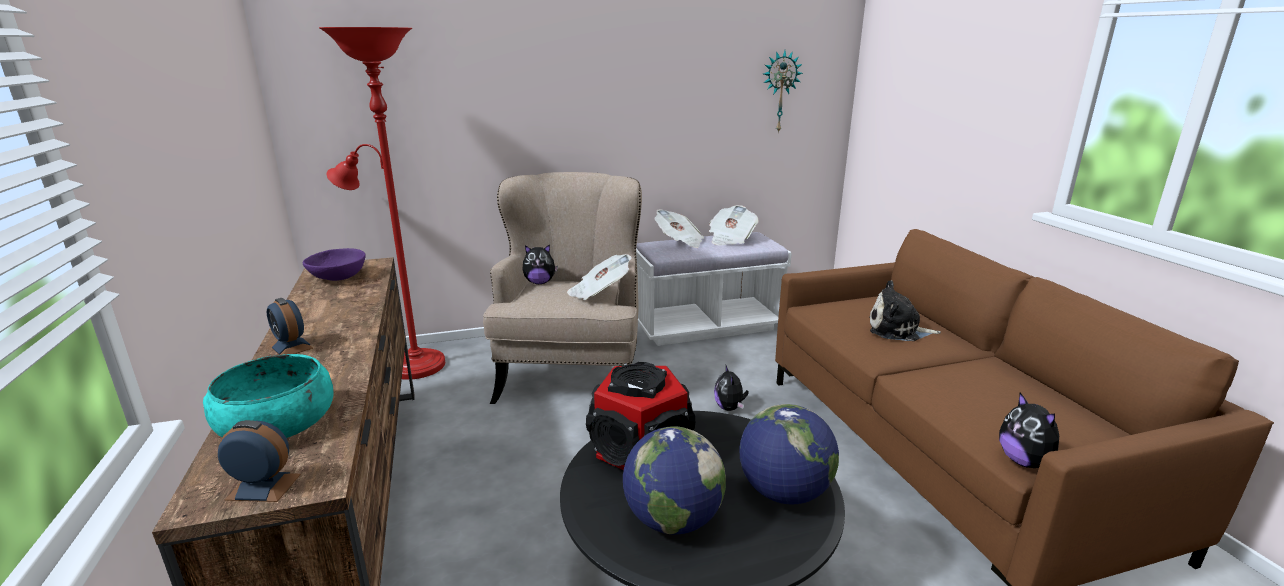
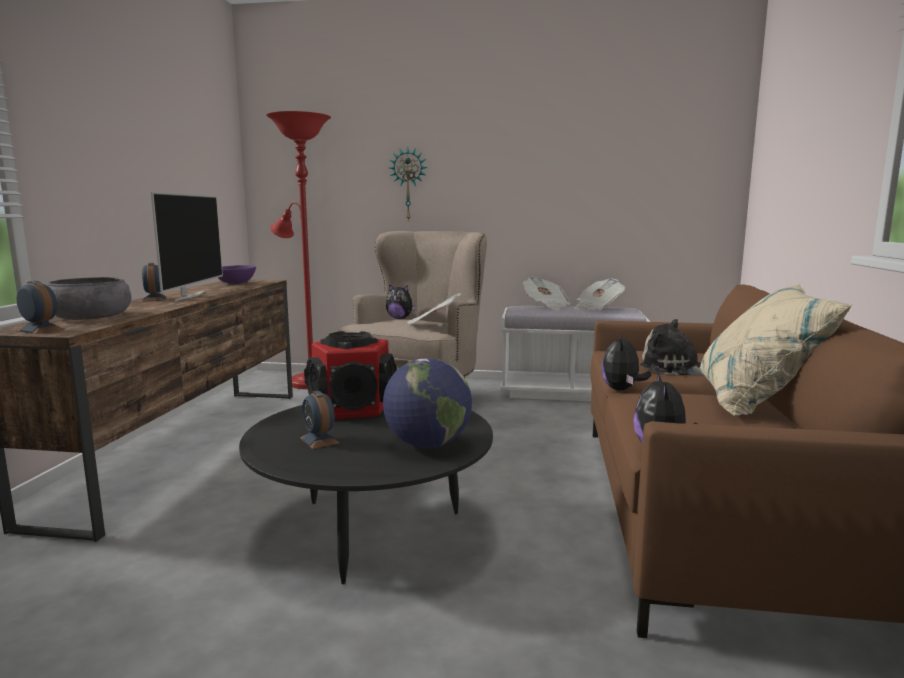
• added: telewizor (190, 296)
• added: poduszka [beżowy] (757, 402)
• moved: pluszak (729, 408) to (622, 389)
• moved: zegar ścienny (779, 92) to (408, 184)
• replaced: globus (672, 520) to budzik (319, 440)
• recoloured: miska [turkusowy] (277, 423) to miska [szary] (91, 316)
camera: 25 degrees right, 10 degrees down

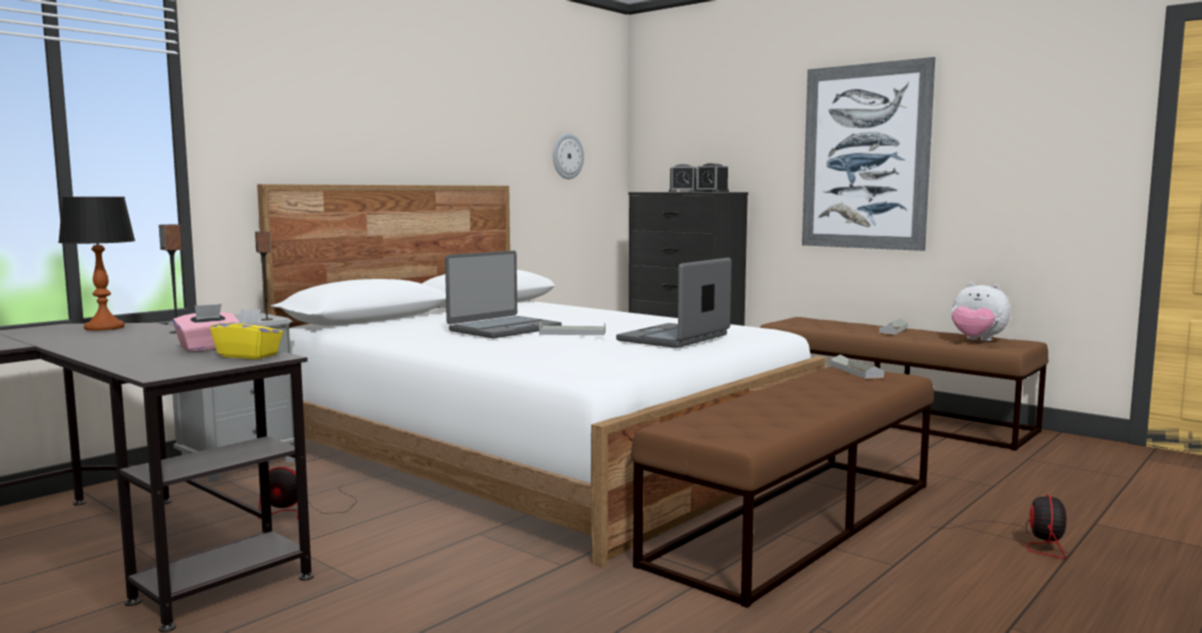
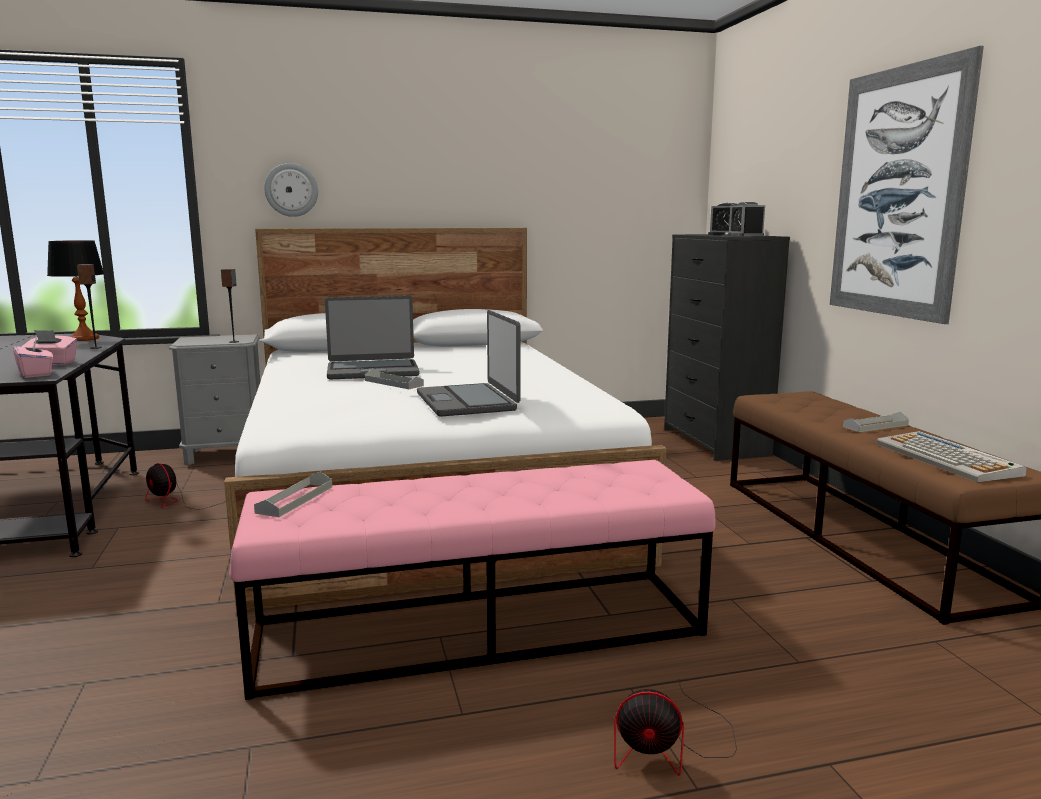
• moved: zegar ścienny (567, 156) to (291, 190)
• moved: taca [szary] (856, 371) to (295, 499)
• replaced: pluszak (977, 340) to klawiatura (948, 459)
• recoloured: pudełko chusteczek [żółty] (249, 355) to pudełko chusteczek [różowy] (36, 374)
• recoloured: ławka [brązowy] (797, 521) to ławka [różowy] (480, 629)
• turned: laptop (675, 338) = (468, 401) 90 degrees counterclockwise
• turned: wentylator (1023, 541) = (670, 747) 45 degrees clockwise
camera: 35 degrees right, 5 degrees up

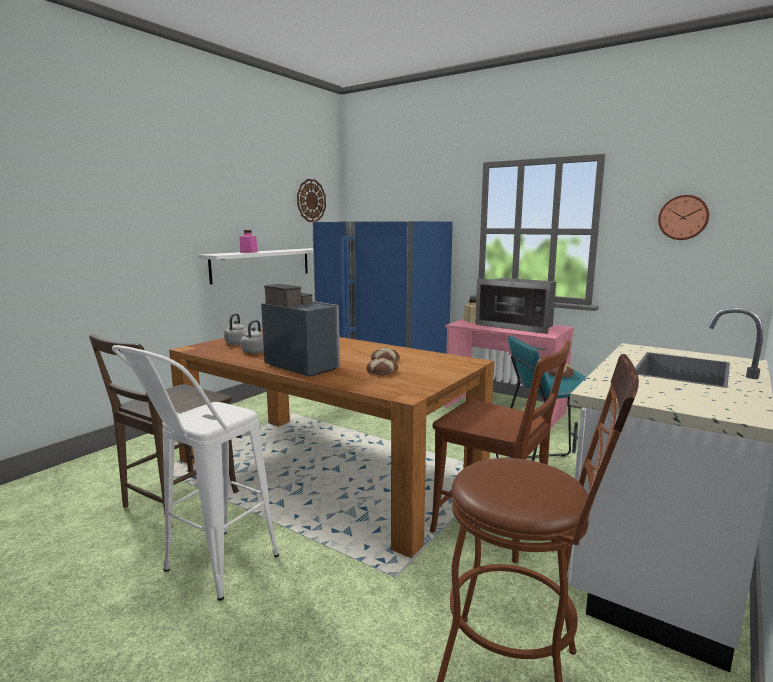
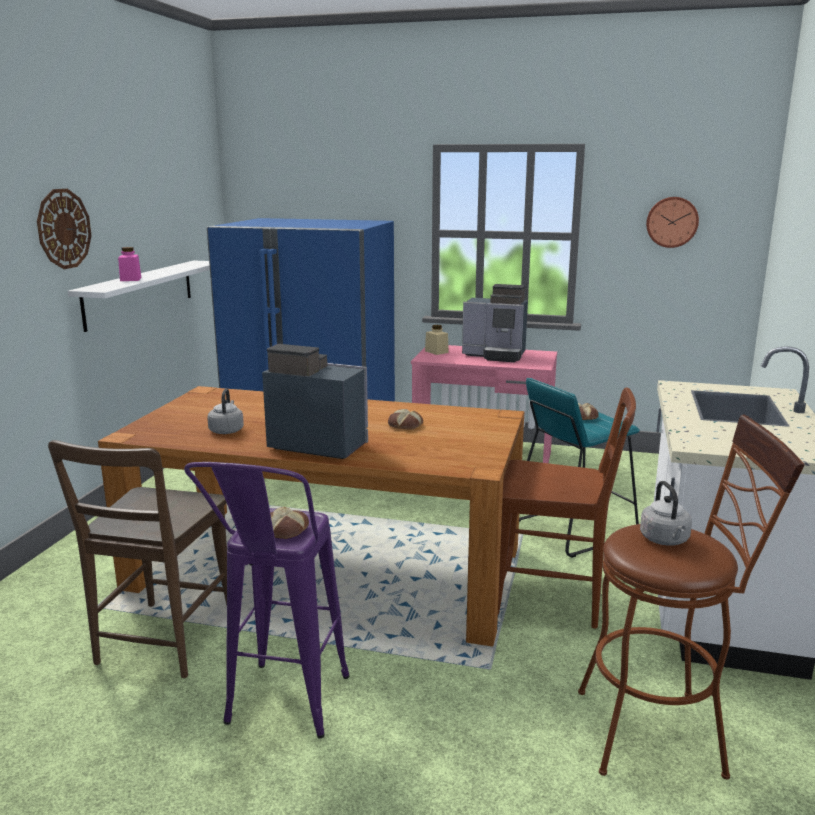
• moved: czajnik [szary] (236, 344) to (665, 540)
• moved: zegar ścienny (311, 200) to (63, 229)
• moved: chleb (382, 372) to (285, 530)
• replaced: mikrofalówka (517, 326) to ekspres do kawy (496, 355)
• recoloured: stołek [biały] (209, 572) to stołek [fioletowy] (282, 713)
camera: 20 degrees left, 5 degrees up

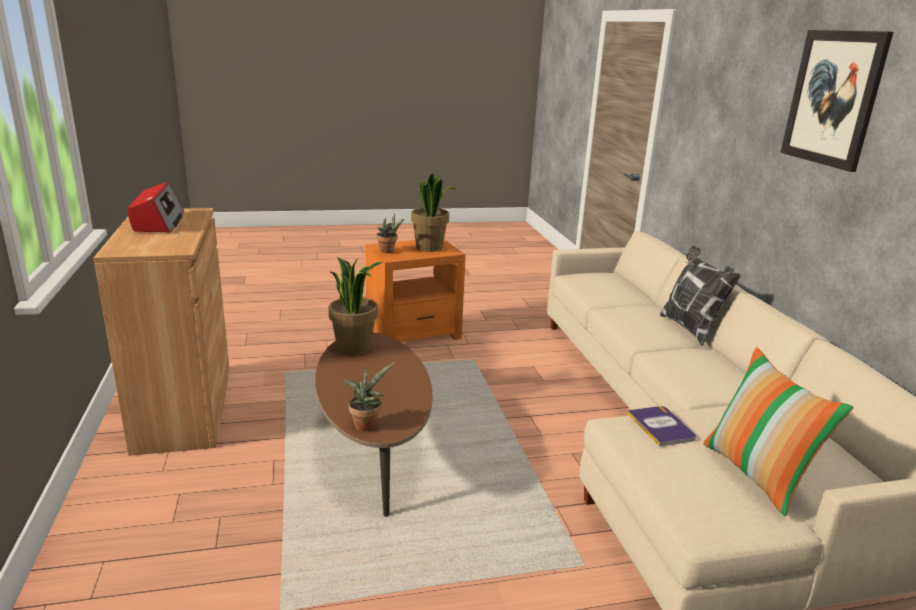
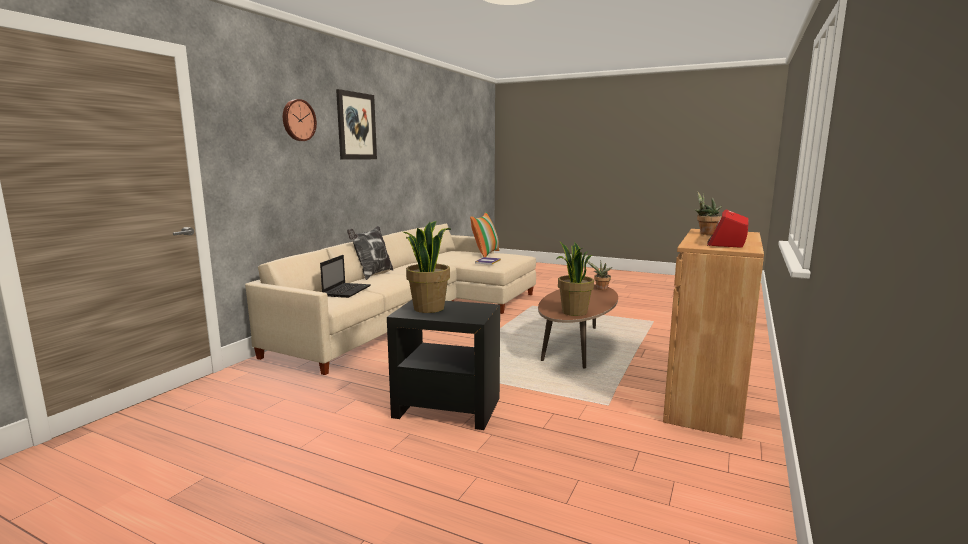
• added: zegar ścienny (298, 120)
• added: laptop (347, 291)
• moved: roślina doniczkowa (389, 251) to (705, 233)
• recoloured: stolik [pomarańczowy] (414, 333) to stolik [czarny] (446, 407)
camera: 140 degrees left, 10 degrees down

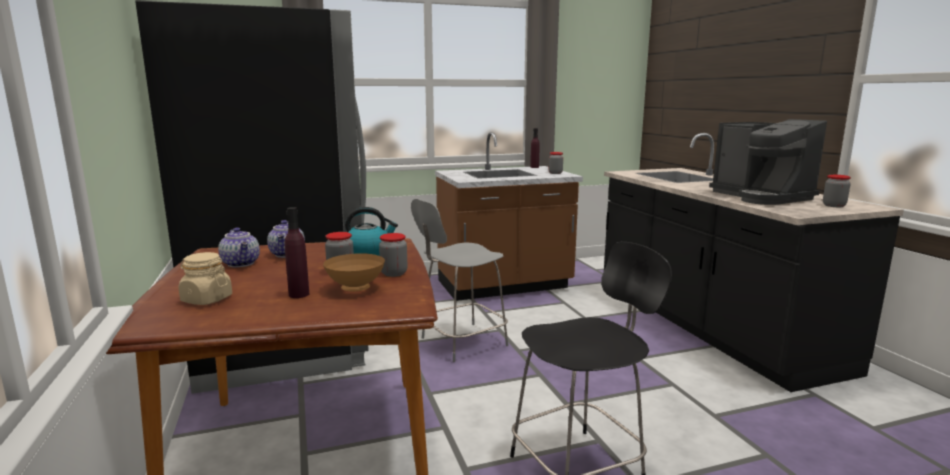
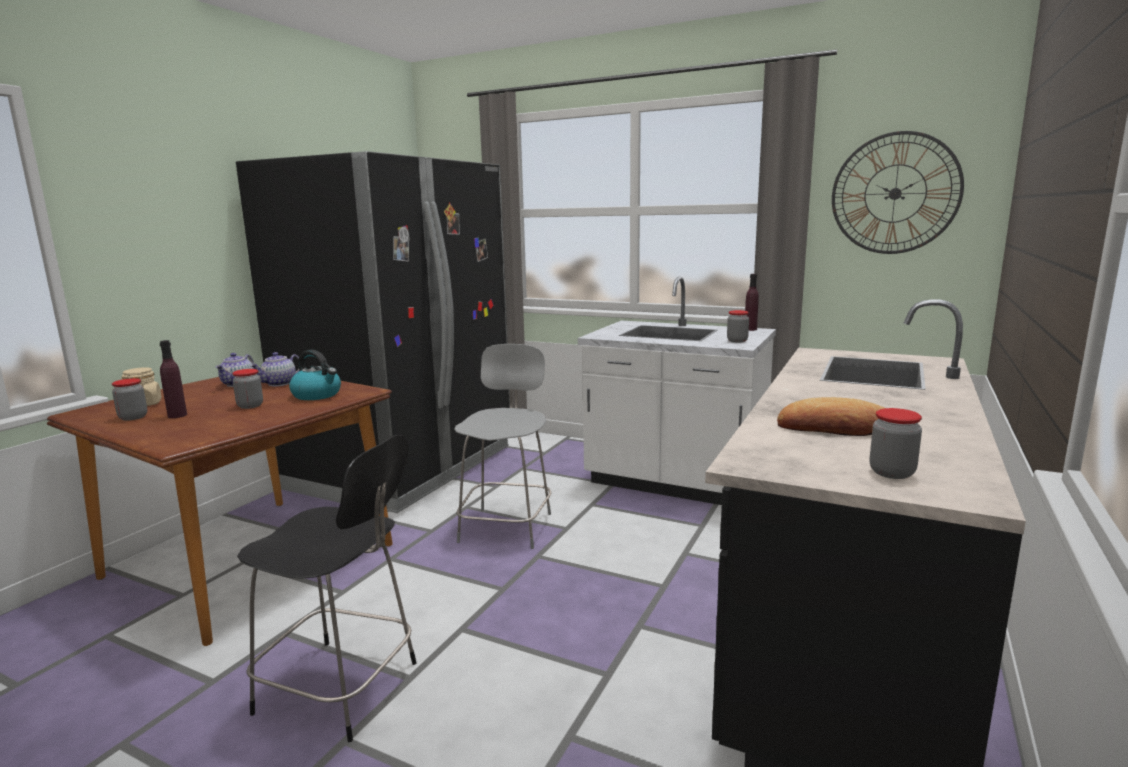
• removed: miska [brązowy] (357, 289)
• added: zegar ścienny (895, 193)
• moved: słoik (394, 273) to (133, 417)
• replaced: ekspres do kawy (761, 197) to chleb (834, 428)
• recoloured: zabudowa kuchenna [brązowy] (504, 286) to zabudowa kuchenna [biały] (675, 483)
• turned: krzesło [szary] (461, 342) = (507, 525) 90 degrees clockwise
camera: 45 degrees right, 0 degrees up

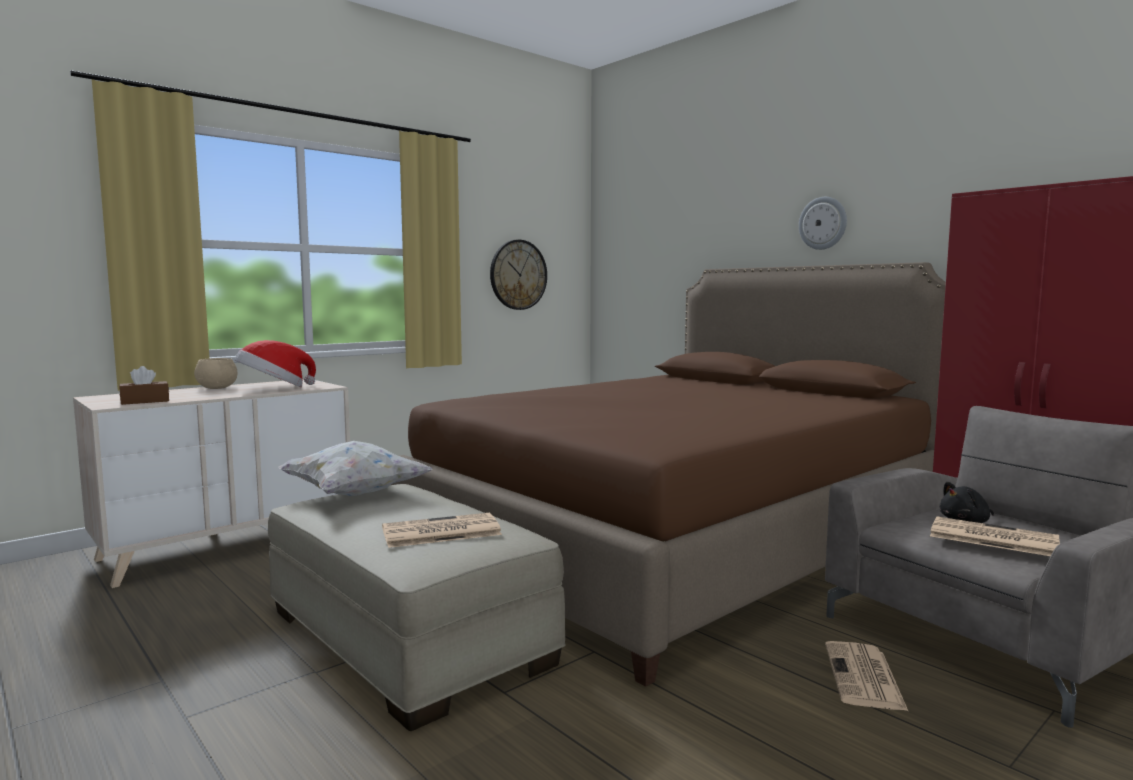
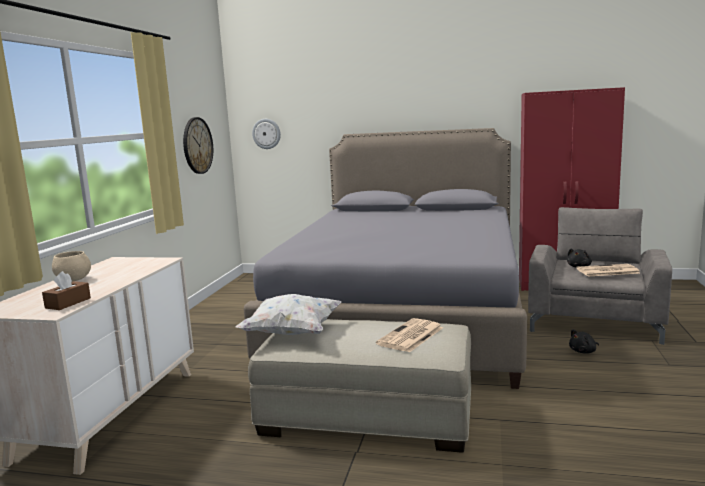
• removed: kapelusz (274, 388)
• moved: zegar ścienny (823, 223) to (266, 133)
• replaced: gazeta (864, 677) to pluszak [czarny] (583, 351)
• recoloured: łóżko [brązowy] (676, 541) to łóżko [szary] (405, 316)
camera: 35 degrees left, 5 degrees up

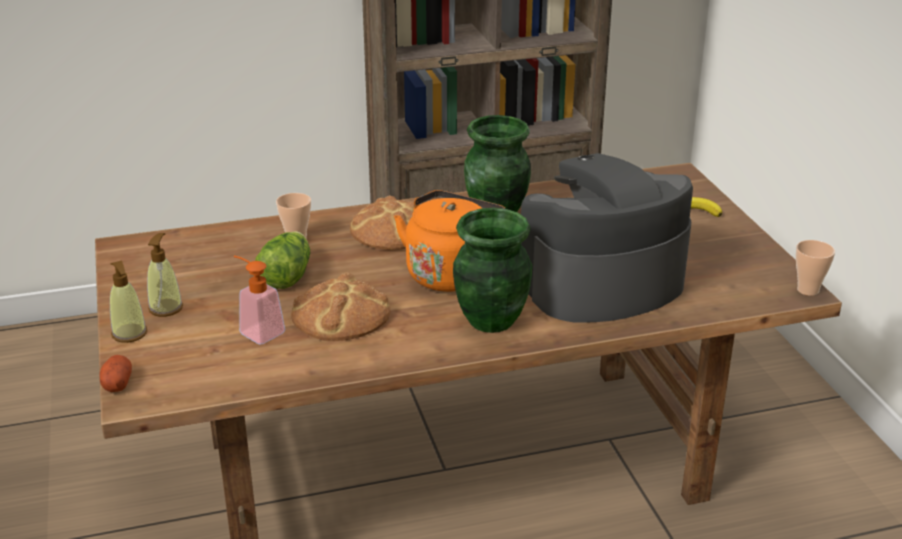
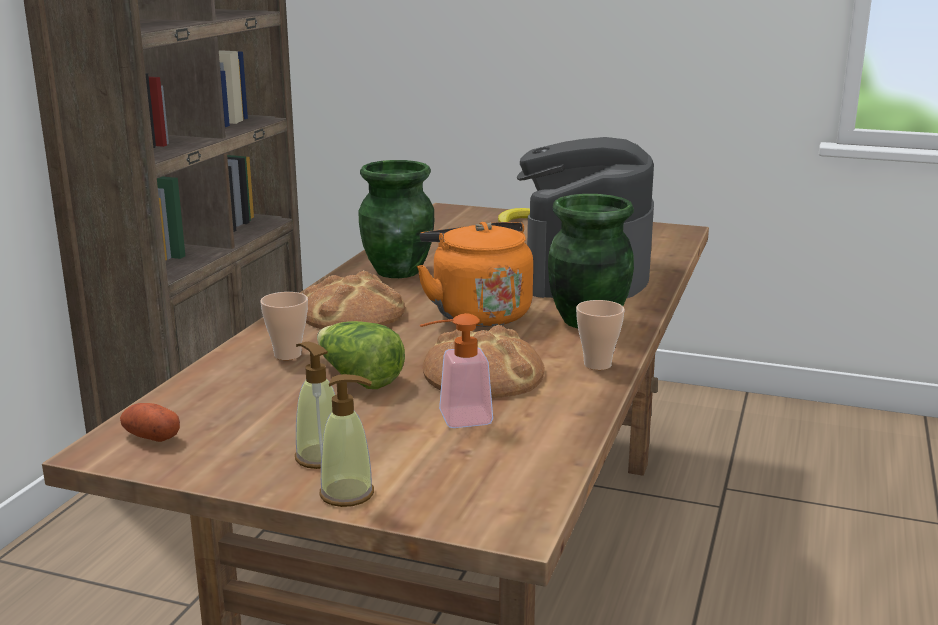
• moved: ziemniak (117, 383) to (151, 437)
• moved: filiżanka (808, 290) to (597, 364)
camera: 55 degrees left, 10 degrees down

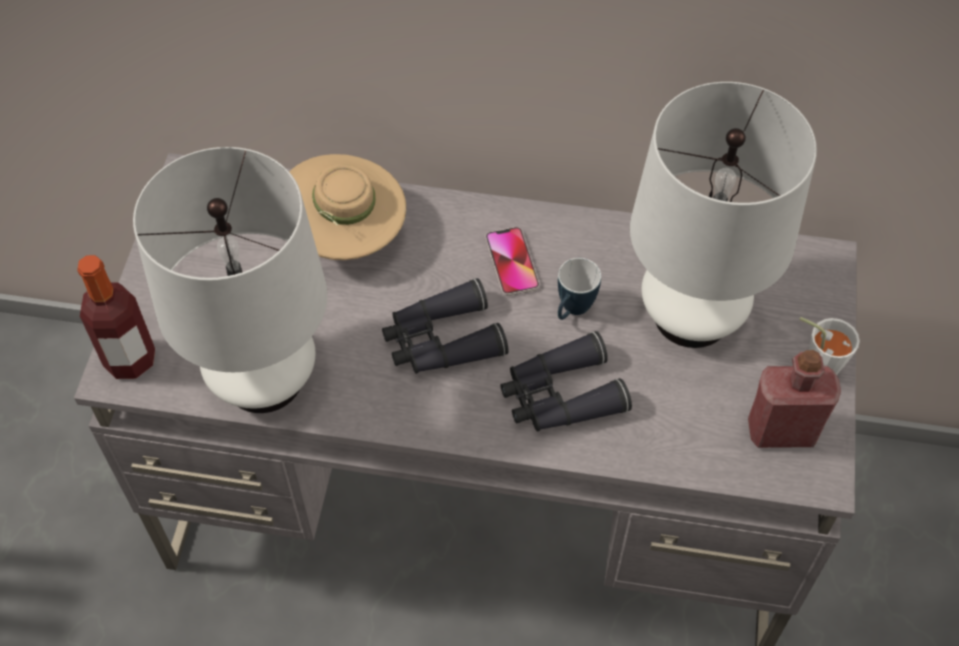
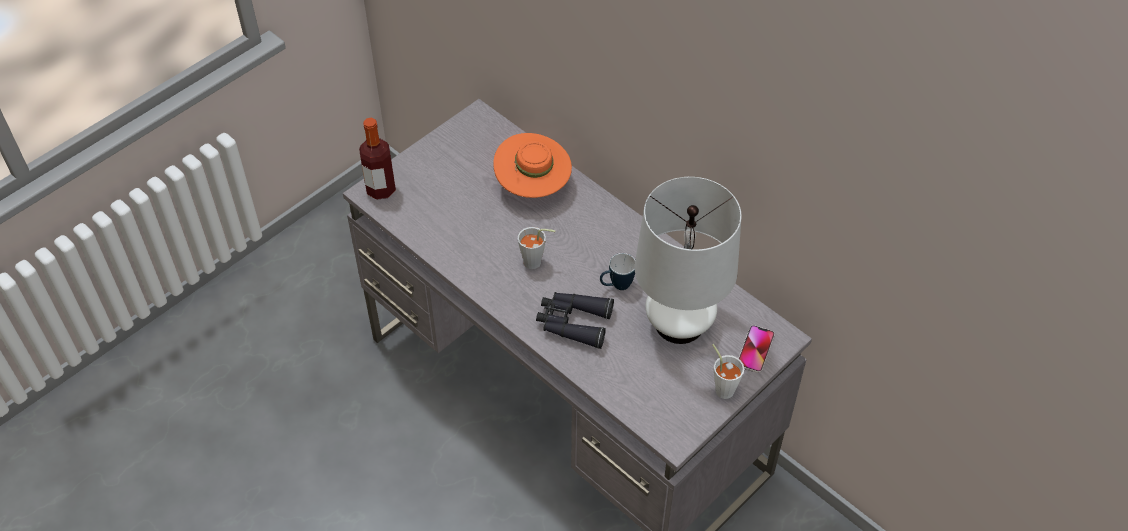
• removed: lampa stołowa [biały] (263, 379)
• removed: butelka [czerwony] (781, 430)
• moved: telefon (512, 262) to (755, 350)
• replaced: lornetka [czarny] (441, 340) to filiżanka [szary] (536, 263)
• recoloured: kapelusz [beżowy] (347, 235) to kapelusz [pomarańczowy] (533, 186)
camera: 35 degrees right, 5 degrees down

